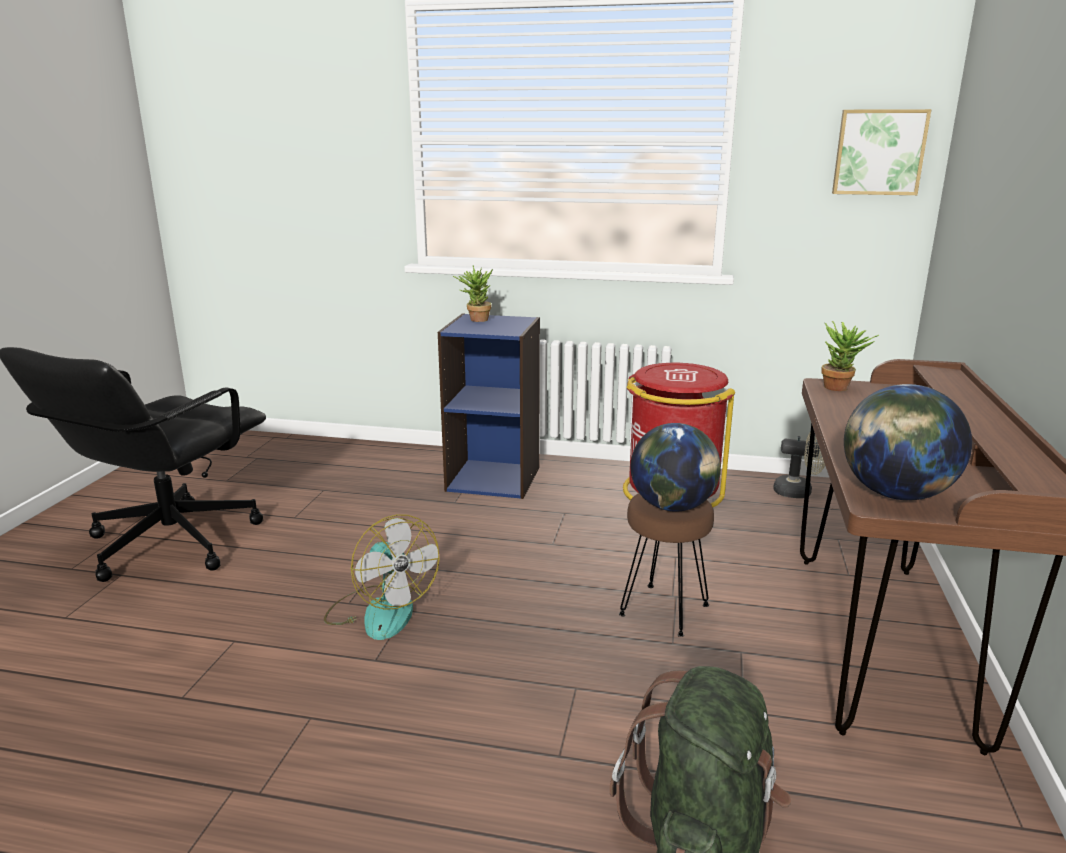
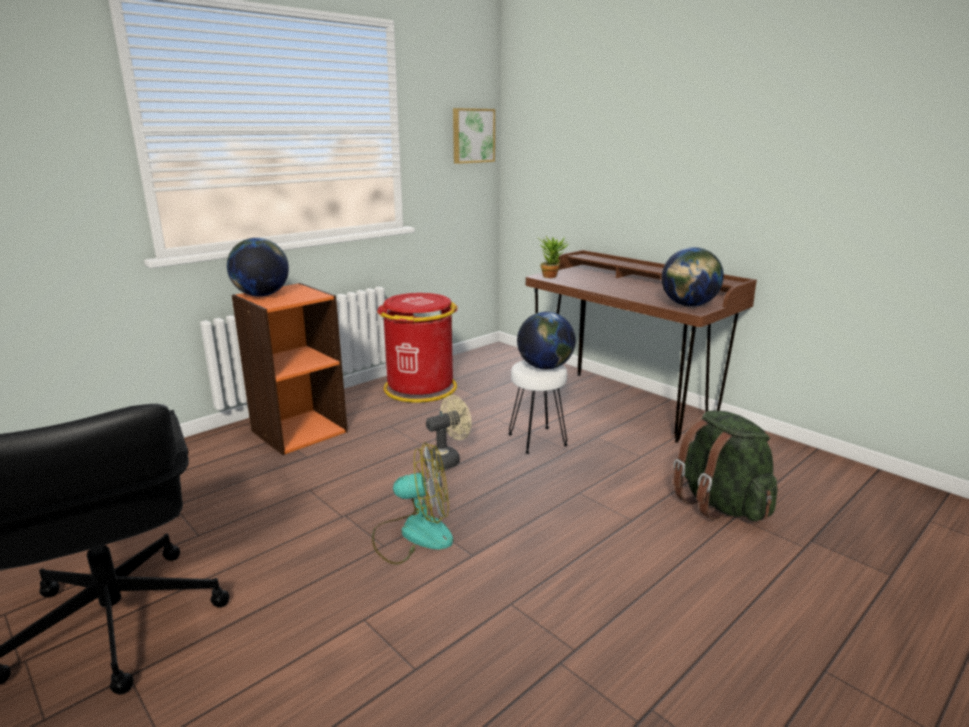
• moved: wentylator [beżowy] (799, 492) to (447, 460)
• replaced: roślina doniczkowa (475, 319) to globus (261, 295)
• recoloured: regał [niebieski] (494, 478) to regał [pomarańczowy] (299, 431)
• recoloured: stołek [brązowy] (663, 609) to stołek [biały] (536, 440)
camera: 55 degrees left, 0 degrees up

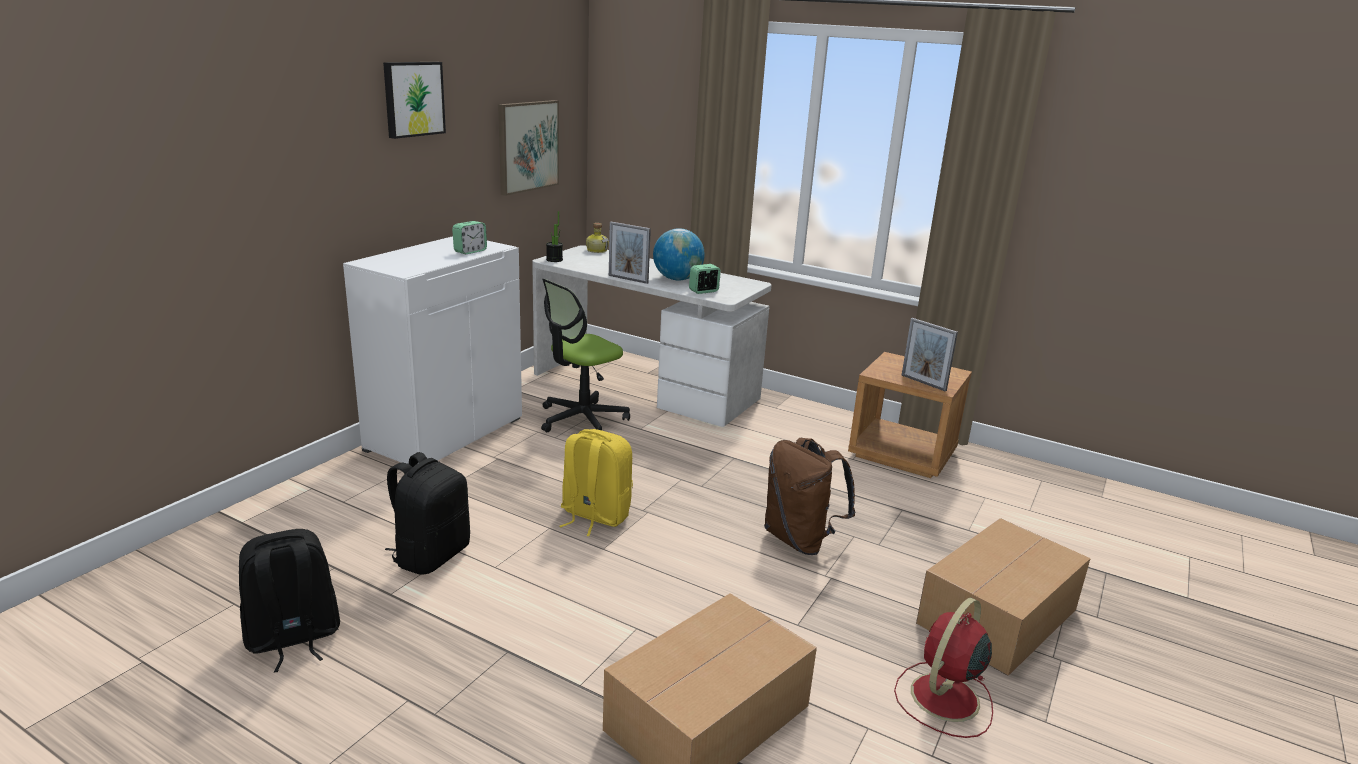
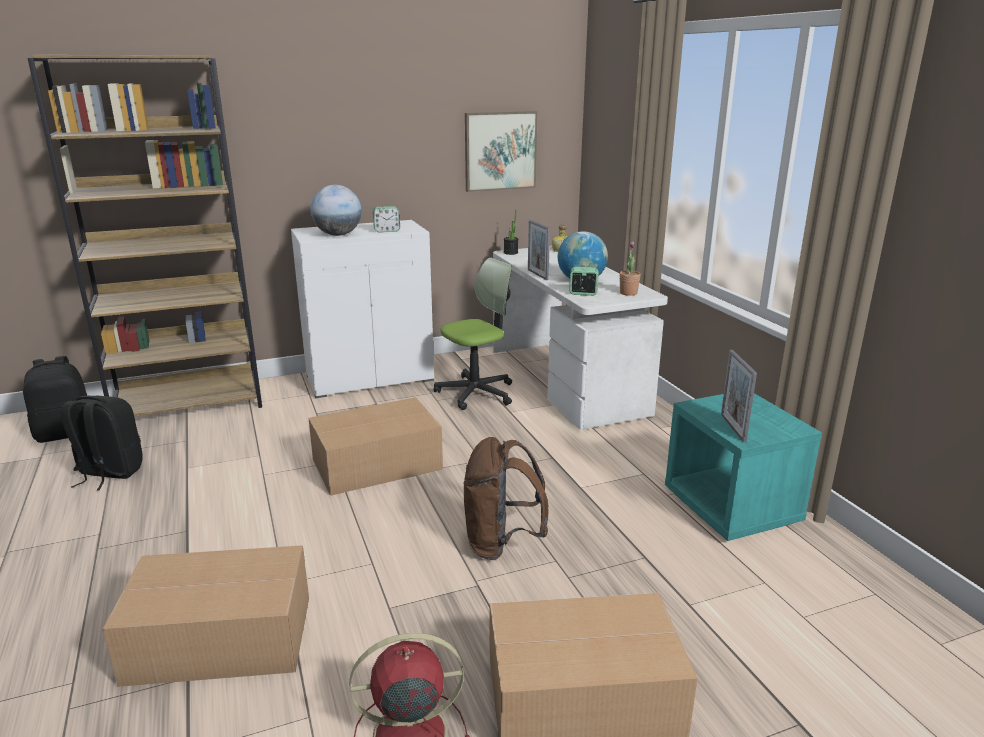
• removed: obraz (413, 99)
• added: regał [brązowy] (190, 403)
• added: globus (338, 235)
• added: roślina doniczkowa (628, 293)
• moved: plecak [czarny] (431, 555) to (66, 434)
• replaced: plecak [żółty] (594, 516) to karton (375, 464)
• recoloured: szafka nocna [brązowy] (903, 454) to szafka nocna [turkusowy] (732, 508)
• turned: krzesło biurowe (582, 419) = (476, 393) 150 degrees clockwise
camera: 40 degrees right, 0 degrees up

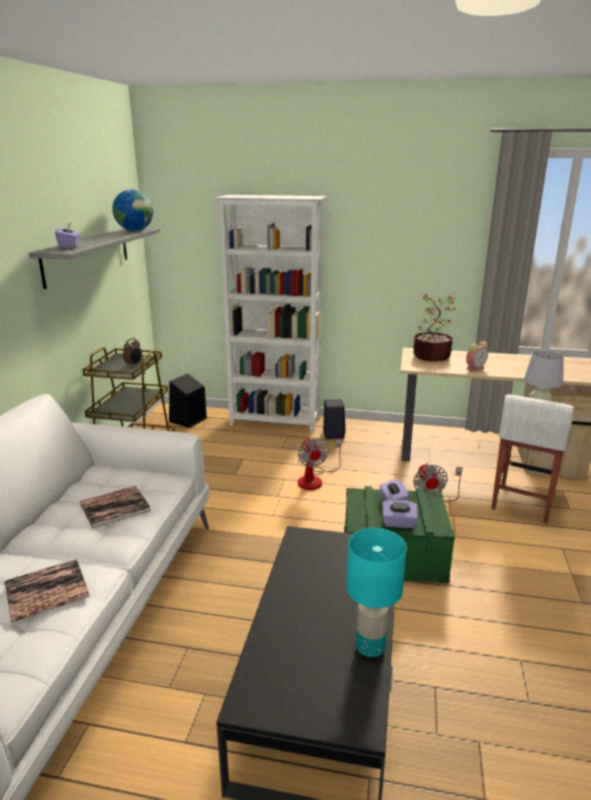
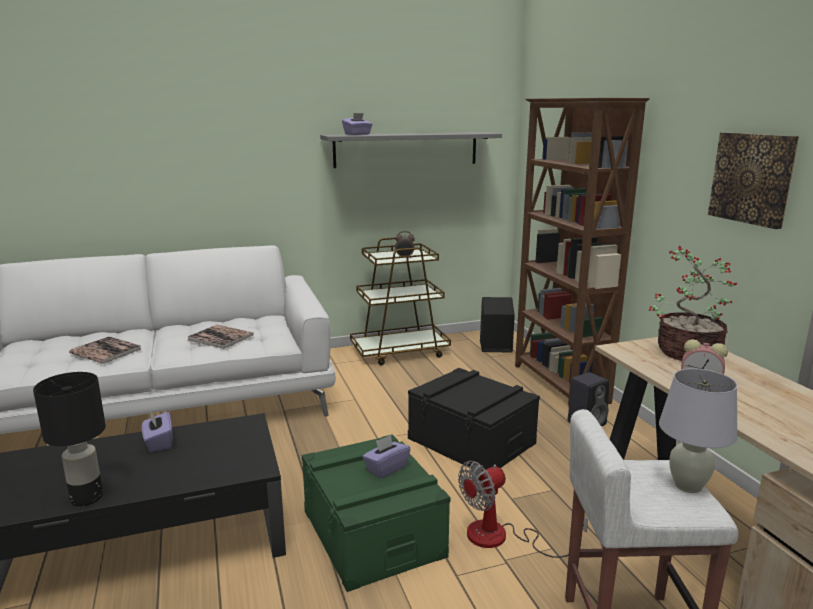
• removed: globus (135, 230)
• added: obraz (752, 178)
• moved: pudełko chusteczek [fioletowy] (398, 523) to (159, 442)
• replaced: wentylator (315, 479) to pojemnik do przechowywania [czarny] (471, 441)
• recoloured: regał [biały] (275, 422) to regał [brązowy] (559, 384)
• recoloured: lampa stołowa [turkusowy] (371, 646) to lampa stołowa [czarny] (86, 498)
camera: 60 degrees right, 5 degrees down

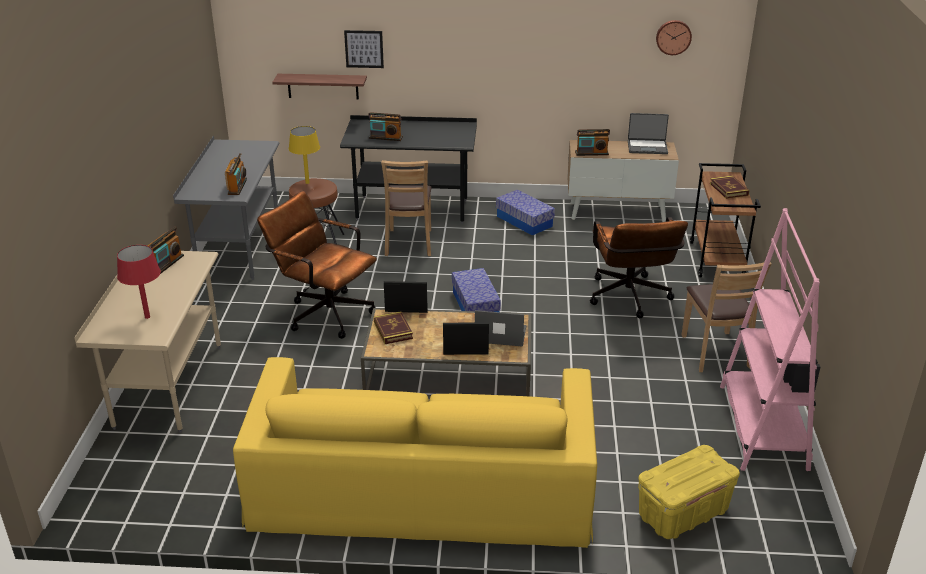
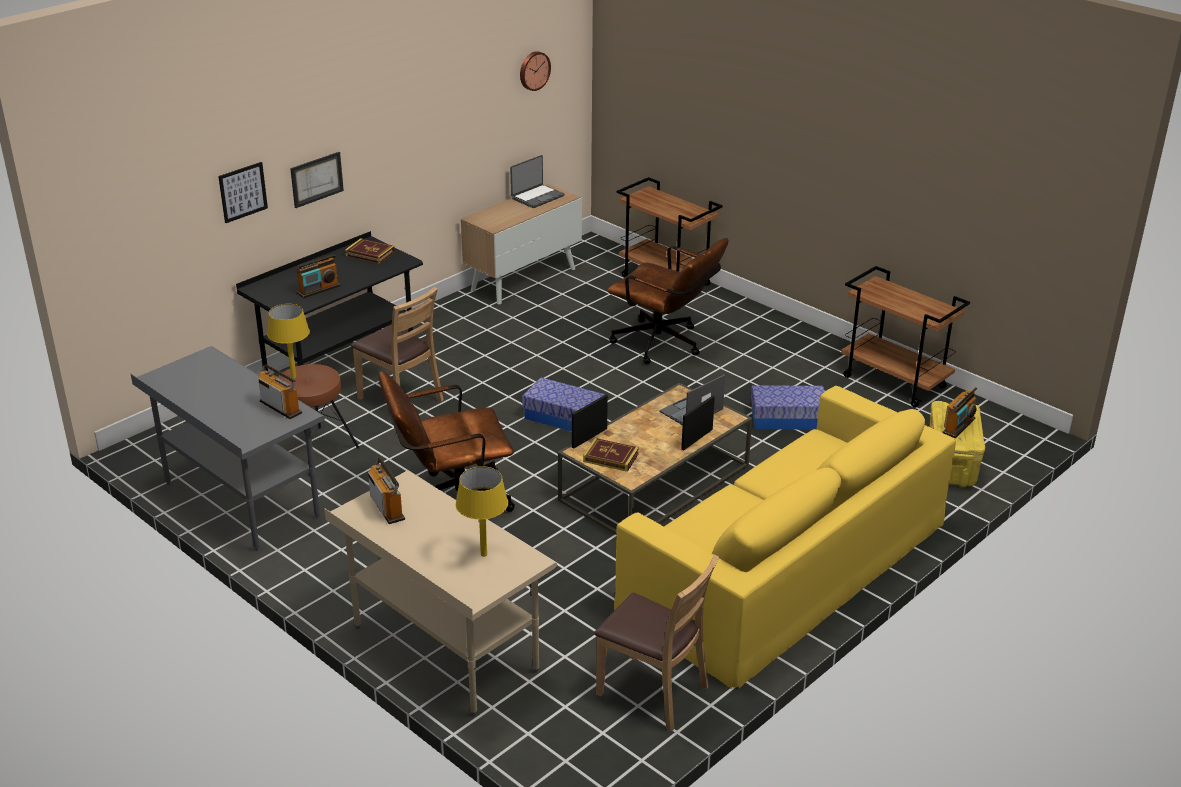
• removed: półka (323, 86)
• added: obraz (316, 179)
• moved: pojemnik do przechowywania (524, 221) to (787, 419)
• moved: radio (591, 153) to (959, 426)
• moved: krzesło [brązowy] (715, 352) to (653, 692)
• moved: książka (728, 189) to (370, 253)
• replaced: regał [różowy] (762, 427) to wózek [brązowy] (895, 382)
• recoloured: lampa stołowa [czerwony] (147, 317) to lampa stołowa [żółty] (483, 554)
camera: 50 degrees left, 0 degrees up

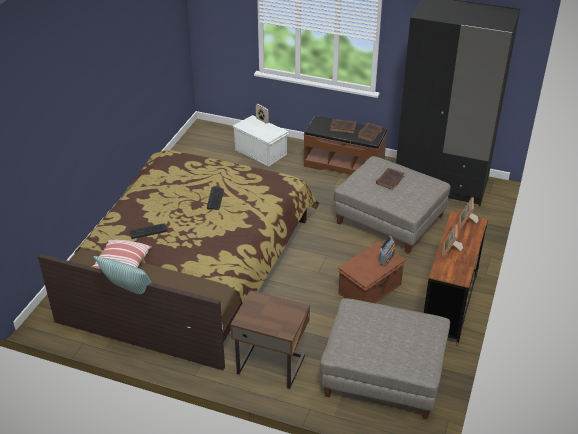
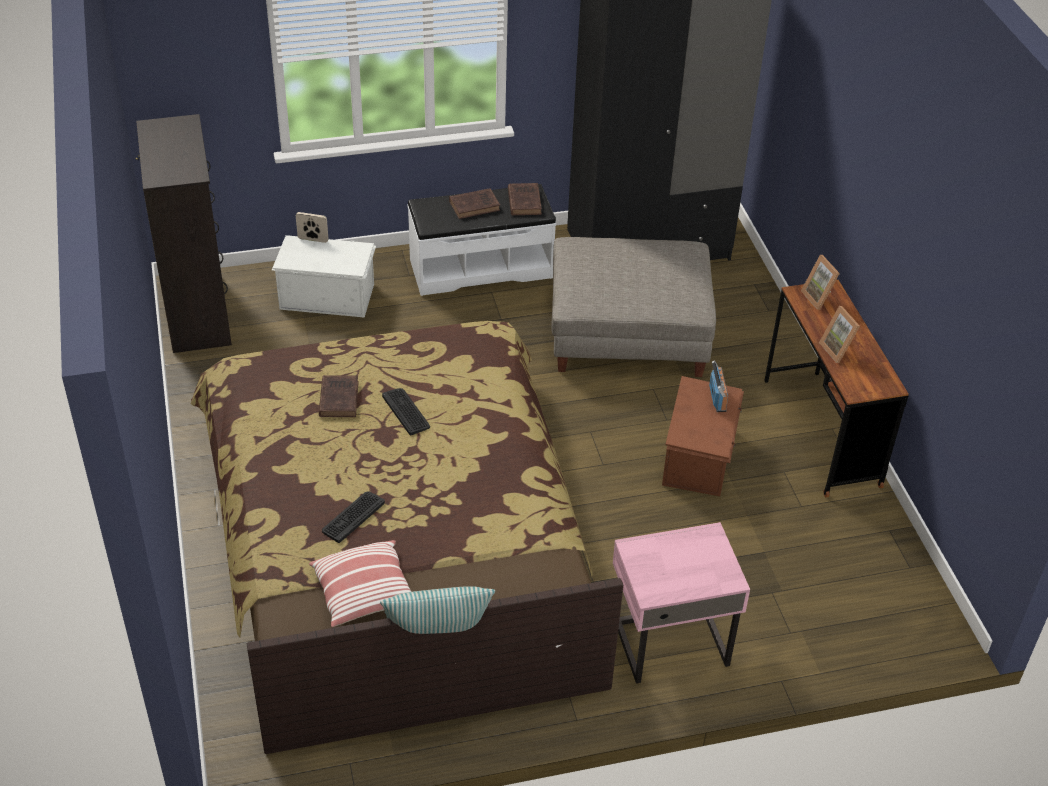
• removed: pufa [szary] (383, 374)
• added: komoda [czarny] (198, 313)
• moved: książka [brązowy] (390, 180) to (339, 398)
• recoloured: szafka nocna [brązowy] (271, 364) to szafka nocna [różowy] (669, 642)
• recoloured: ławka [brązowy] (344, 164) to ławka [biały] (480, 268)
camera: 35 degrees left, 5 degrees up

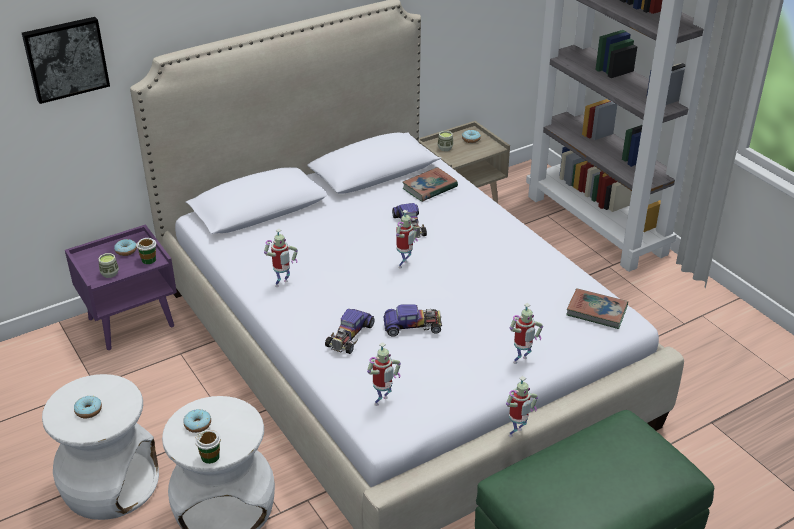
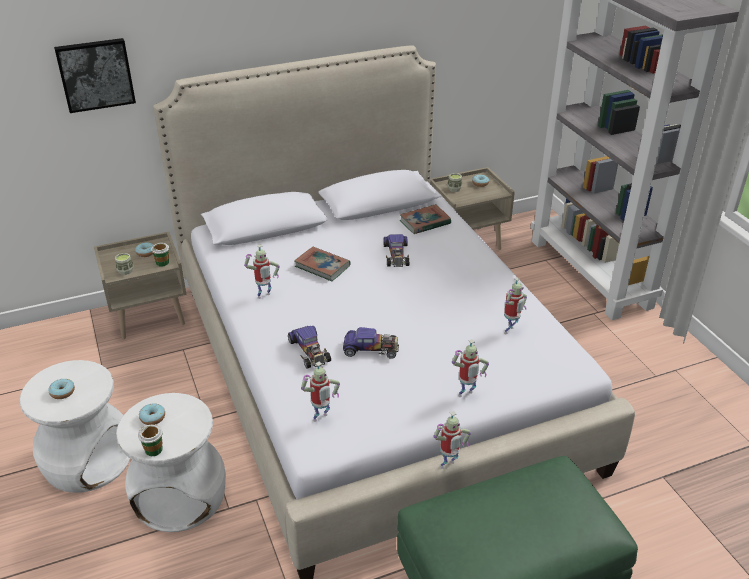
• moved: robot zabawkowy (404, 265) to (510, 331)
• moved: książka (596, 311) to (322, 266)
• recoloured: szafka nocna [fioletowy] (131, 322) to szafka nocna [beżowy] (150, 316)
• turned: samochodzik (349, 335) = (309, 351) 60 degrees counterclockwise
camera: 10 degrees right, 0 degrees up

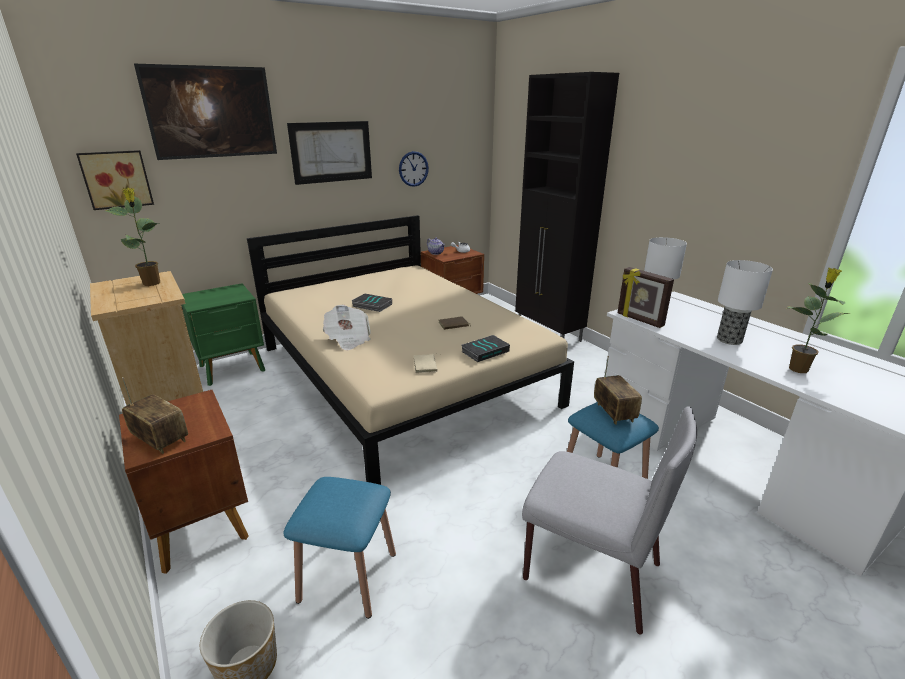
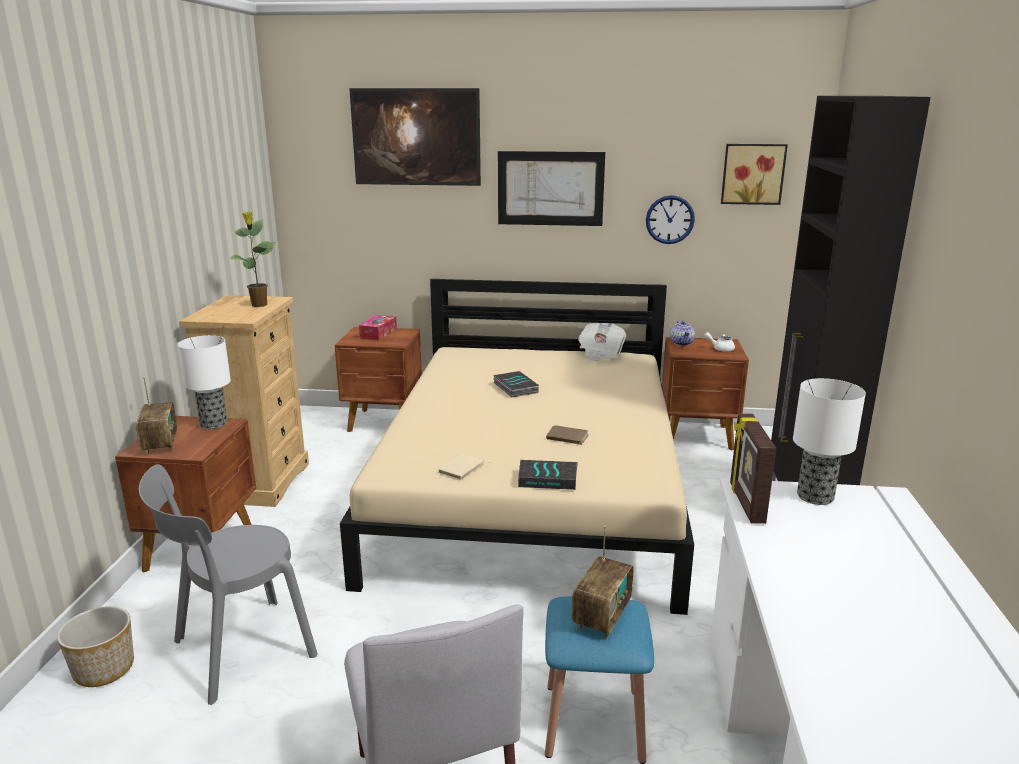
• removed: roślina doniczkowa (798, 368)
• added: pudełko chusteczek (378, 333)
• moved: obraz (116, 179) to (752, 174)
• moved: gazeta (348, 339) to (600, 354)
• moved: lampa stołowa (729, 340) to (213, 424)
• replaced: stołek [niebieski] (348, 576) to krzesło [szary] (237, 651)
• recoloured: szafka nocna [zielony] (233, 368) to szafka nocna [brązowy] (385, 422)
camera: 40 degrees right, 5 degrees down

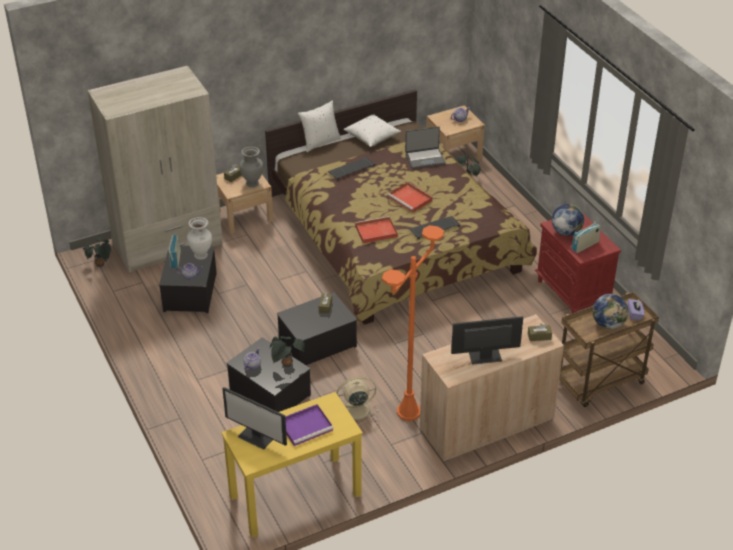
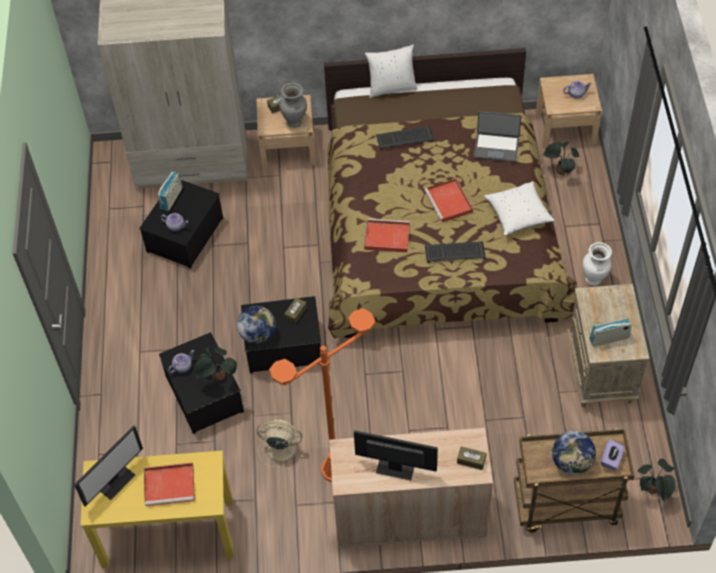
• moved: roślina doniczkowa (100, 265) to (653, 491)
• moved: wazon [biały] (201, 255) to (594, 279)
• moved: poduszka [biały] (372, 138) to (518, 215)
• moved: globus (566, 232) to (258, 335)
• recoloured: taca [fioletowy] (306, 426) to taca [czerwony] (170, 485)
• recoloured: szafka nocna [czerwony] (573, 294) to szafka nocna [beżowy] (601, 372)
• turned: monitor (257, 437) = (115, 480) 105 degrees counterclockwise
camera: 25 degrees right, 15 degrees up

